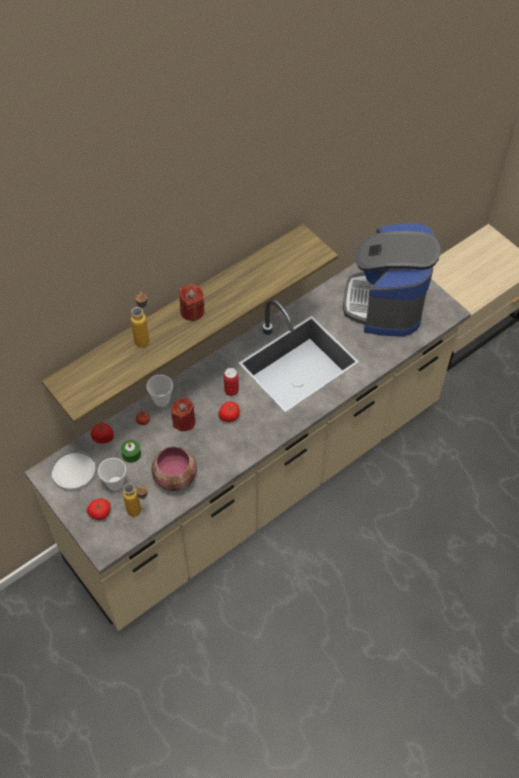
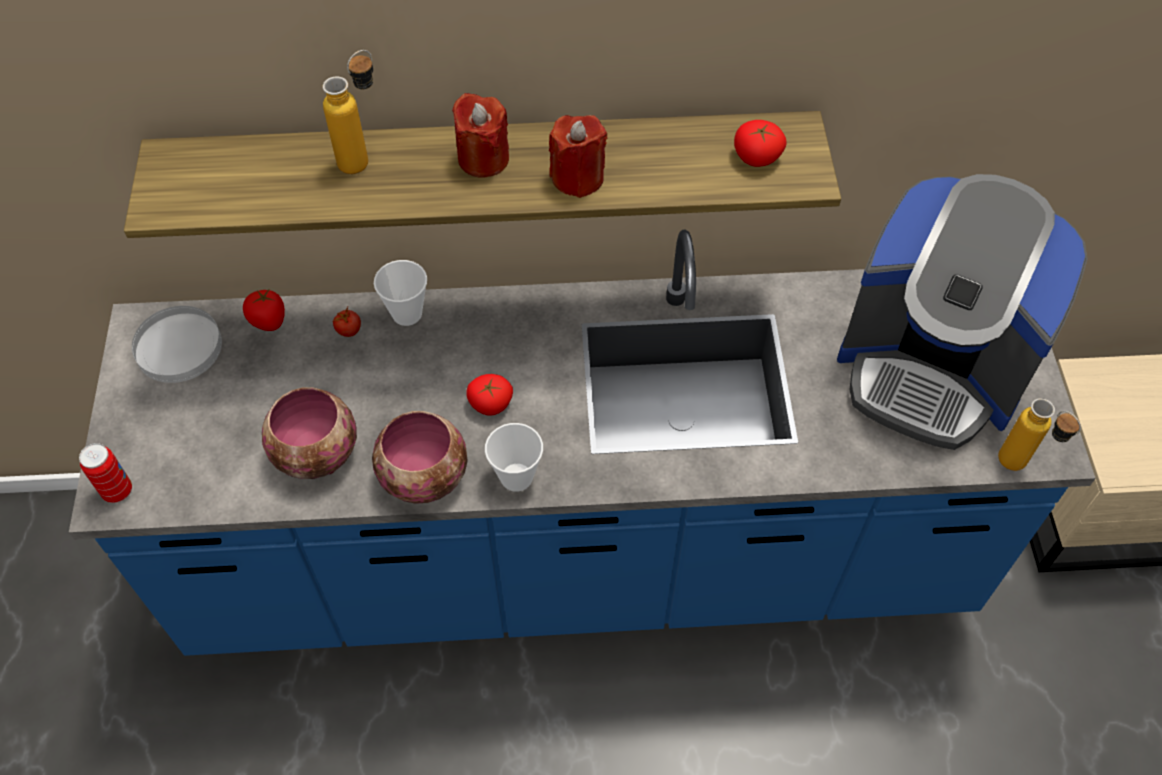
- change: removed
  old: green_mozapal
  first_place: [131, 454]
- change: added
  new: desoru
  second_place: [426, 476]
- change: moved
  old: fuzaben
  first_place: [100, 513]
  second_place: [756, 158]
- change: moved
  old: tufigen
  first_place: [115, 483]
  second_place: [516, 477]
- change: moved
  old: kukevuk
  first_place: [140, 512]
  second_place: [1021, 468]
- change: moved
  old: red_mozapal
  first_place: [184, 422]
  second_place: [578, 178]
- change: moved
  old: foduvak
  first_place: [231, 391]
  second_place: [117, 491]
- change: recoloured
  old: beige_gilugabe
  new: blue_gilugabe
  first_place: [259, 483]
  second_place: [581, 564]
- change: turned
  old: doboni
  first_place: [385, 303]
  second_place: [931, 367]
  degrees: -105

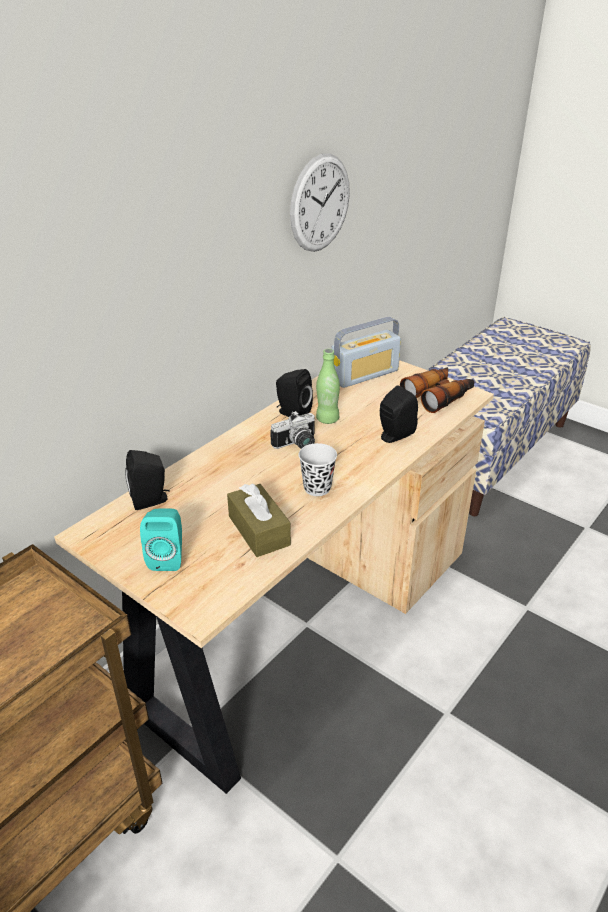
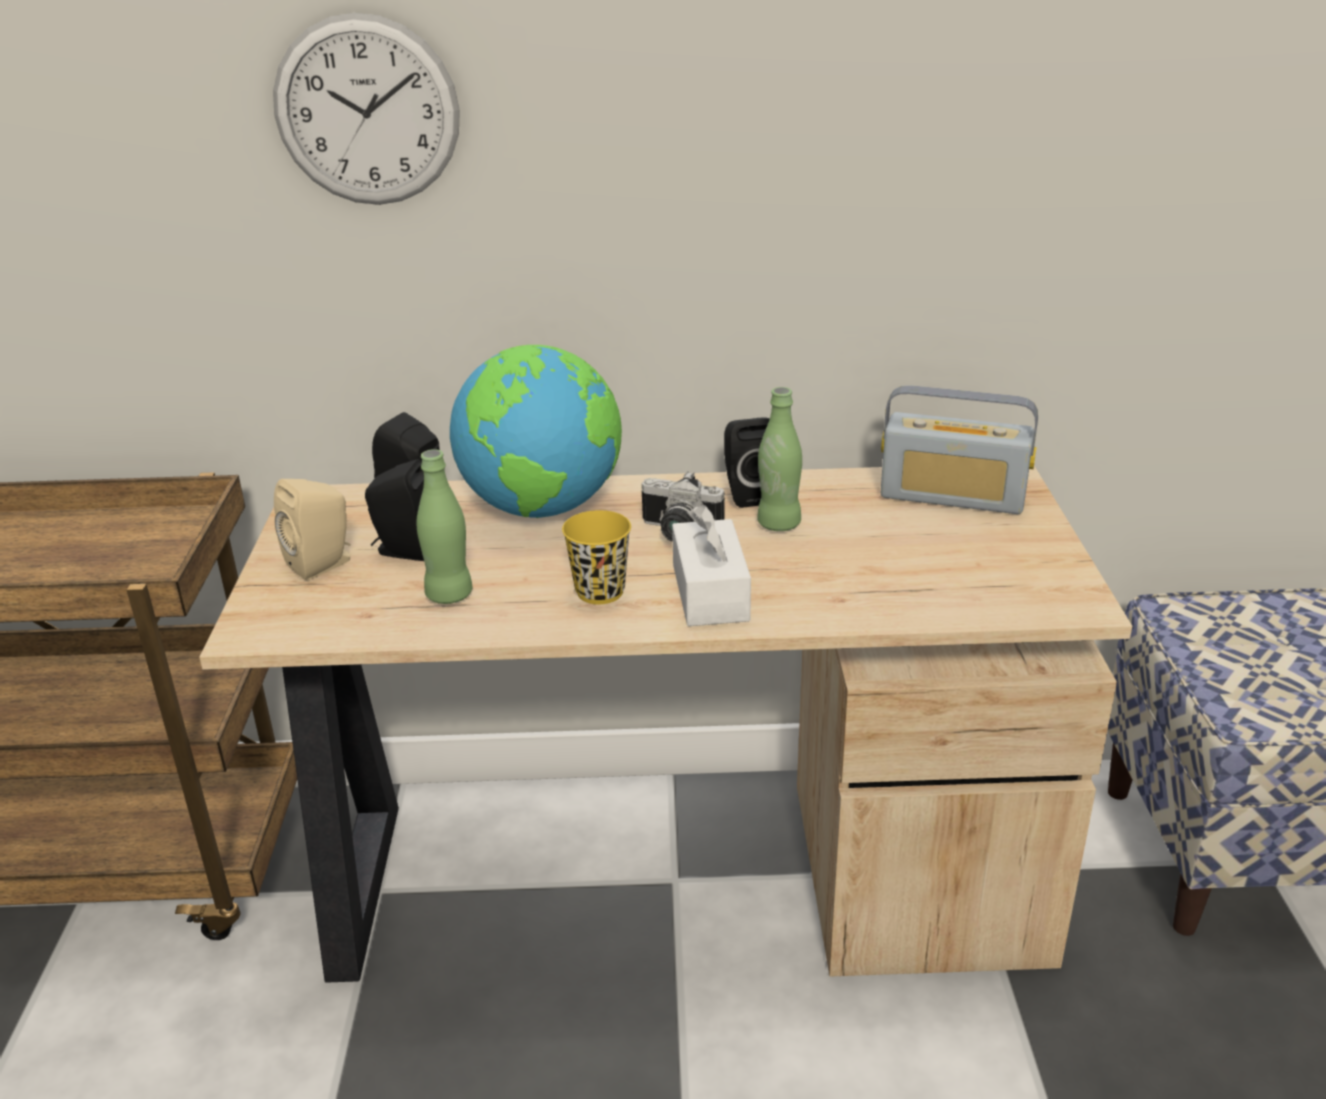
- change: removed
  old: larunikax
  first_place: [438, 396]
- change: added
  new: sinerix
  second_place: [543, 508]
- change: added
  new: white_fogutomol
  second_place: [710, 592]
- change: moved
  old: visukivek
  first_place: [320, 203]
  second_place: [367, 111]
- change: moved
  old: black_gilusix
  first_place: [393, 436]
  second_place: [405, 550]
- change: replaced
  old: brown_fogutomol
  new: green_kukevuk
  first_place: [259, 530]
  second_place: [449, 595]
- change: recoloured
  old: turquoise_gilusix
  new: beige_gilusix
  first_place: [167, 557]
  second_place: [324, 563]
- change: recoloured
  old: black_tufigen
  new: yellow_tufigen
  first_place: [317, 488]
  second_place: [600, 592]

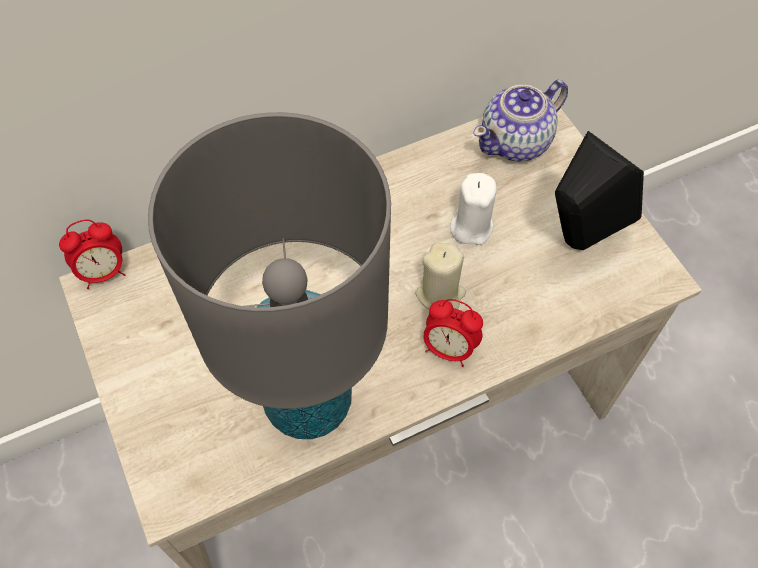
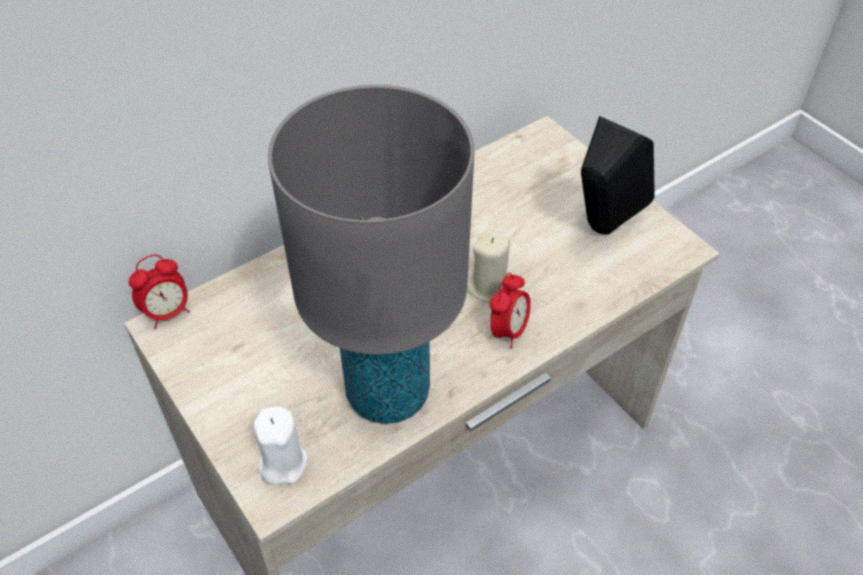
- change: removed
  old: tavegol
  first_place: [516, 142]
- change: moved
  old: white_mozapal
  first_place: [471, 227]
  second_place: [282, 463]
- change: turned
  old: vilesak
  first_place: [449, 349]
  second_place: [508, 331]
  degrees: -75

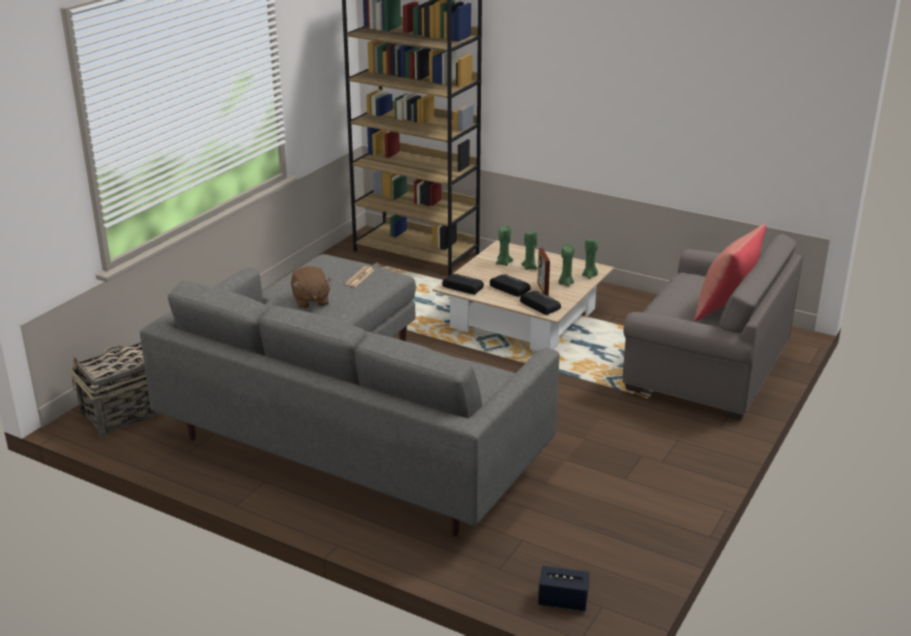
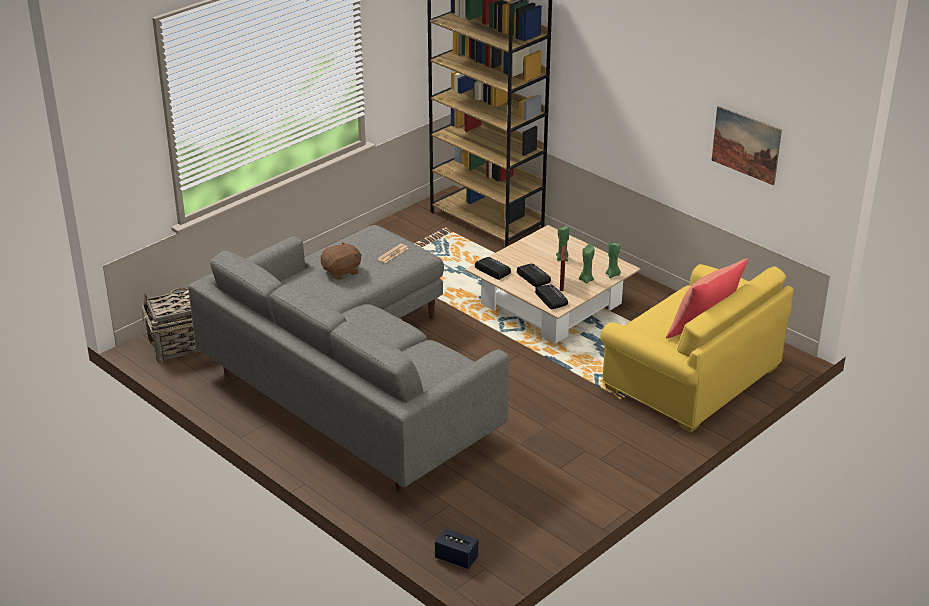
- change: removed
  old: green_mozapal
  first_place: [503, 263]
- change: added
  new: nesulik
  second_place: [746, 145]
- change: recoloured
  old: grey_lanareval
  new: yellow_lanareval
  first_place: [706, 367]
  second_place: [691, 378]
- change: turned
  old: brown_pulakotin
  first_place: [310, 301]
  second_place: [342, 272]
  degrees: -120

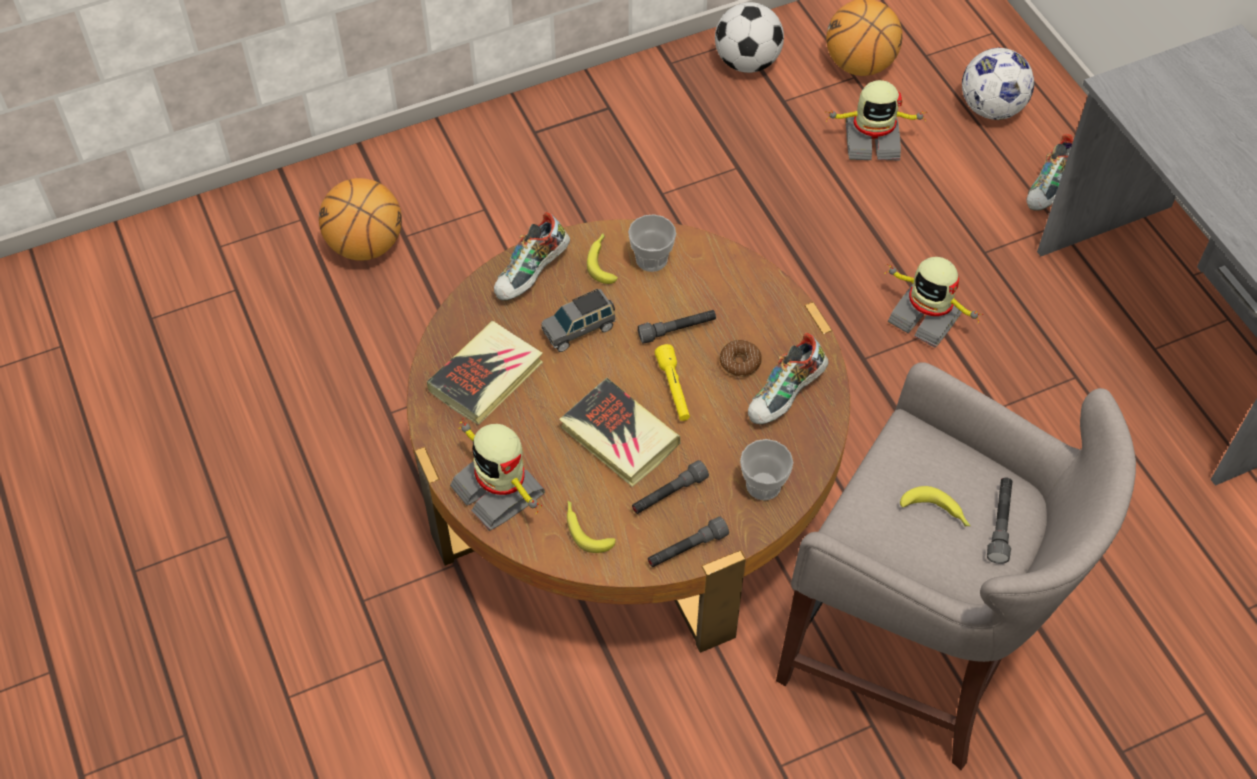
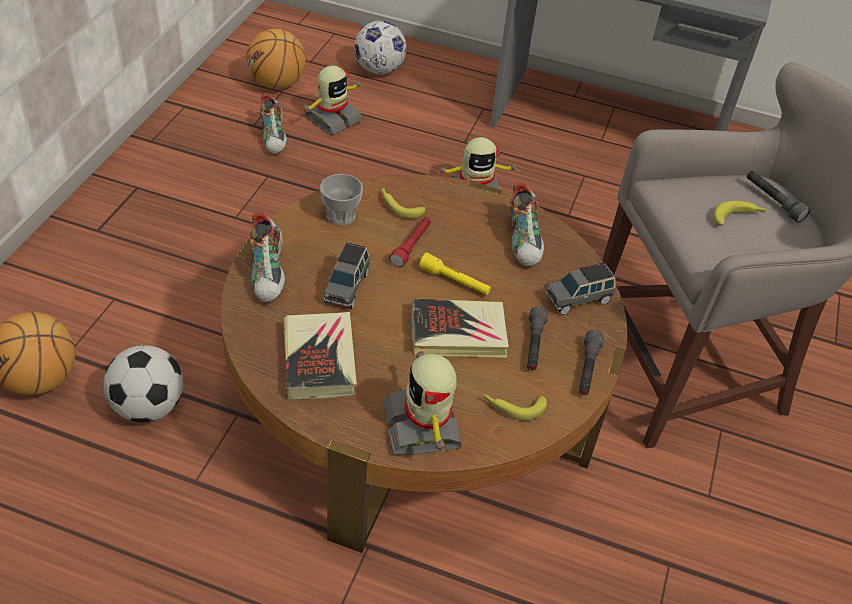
- change: removed
  old: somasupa
  first_place: [740, 362]
- change: moved
  old: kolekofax
  first_place: [602, 261]
  second_place: [399, 206]
- change: moved
  old: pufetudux
  first_place: [747, 62]
  second_place: [148, 407]
- change: moved
  old: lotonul
  first_place: [1051, 188]
  second_place: [274, 138]
- change: replaced
  old: tufigen
  new: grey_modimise
  first_place: [763, 485]
  second_place: [579, 299]
- change: recoloured
  old: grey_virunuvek
  new: red_virunuvek
  first_place: [677, 330]
  second_place: [411, 246]
- change: turned
  old: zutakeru
  first_place: [500, 489]
  second_place: [424, 426]
  degrees: 75

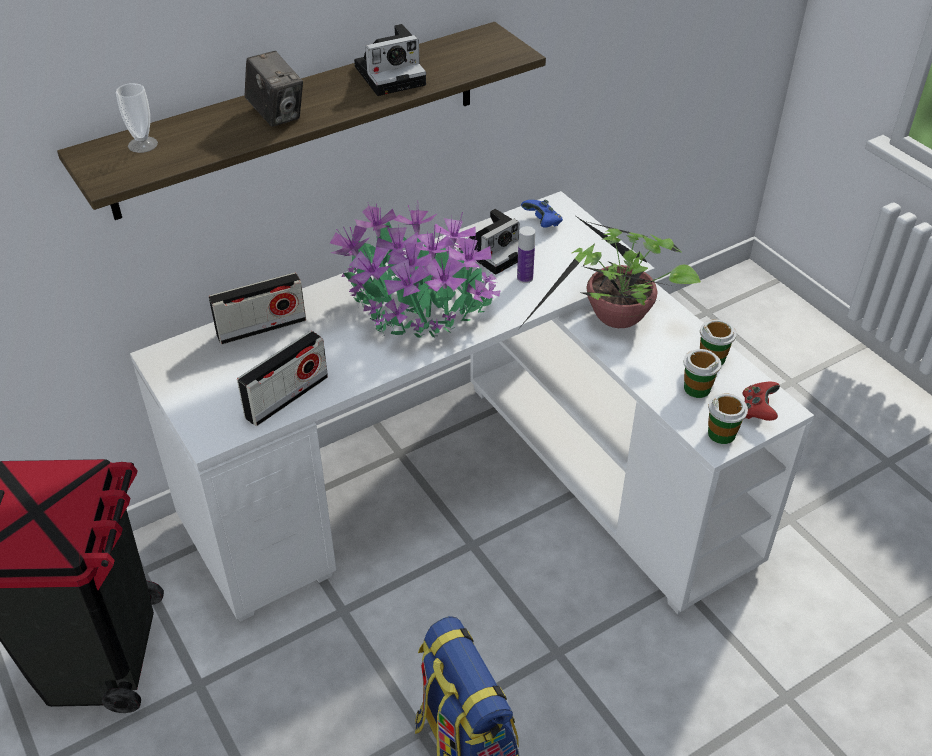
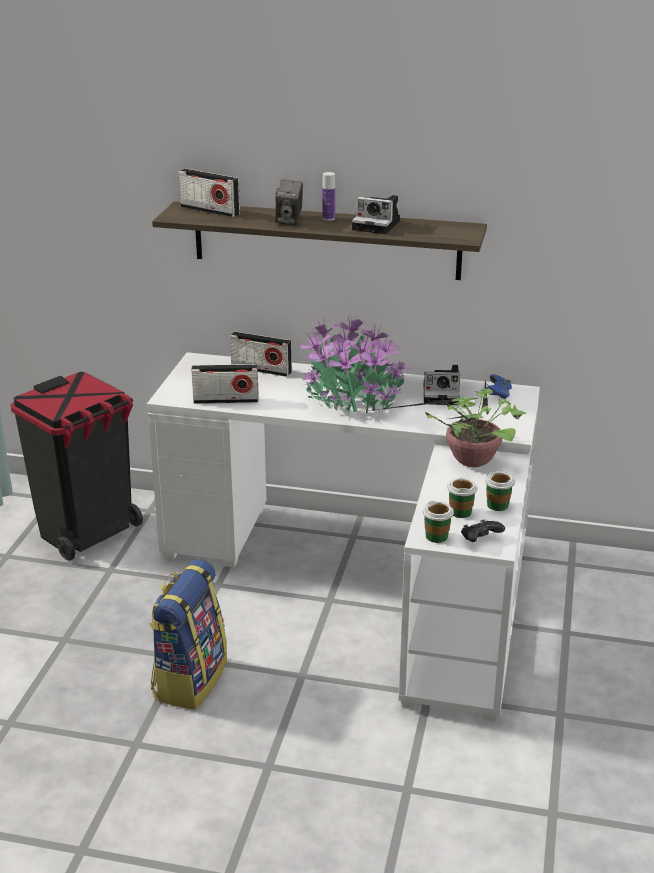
- change: moved
  old: kukevuk
  first_place: [525, 278]
  second_place: [328, 218]
- change: replaced
  old: tufigen
  new: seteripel
  first_place: [143, 144]
  second_place: [210, 210]
- change: recoloured
  old: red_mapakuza
  new: black_mapakuza
  first_place: [757, 410]
  second_place: [480, 539]

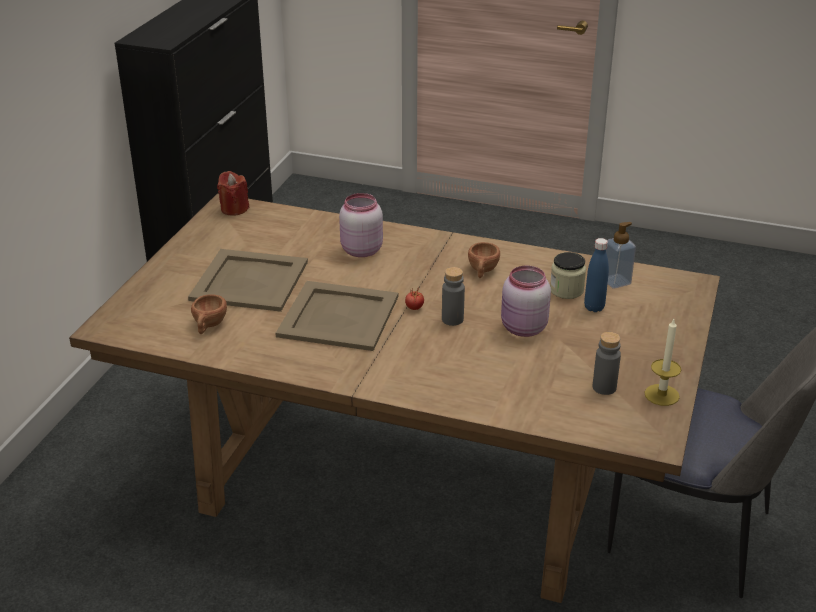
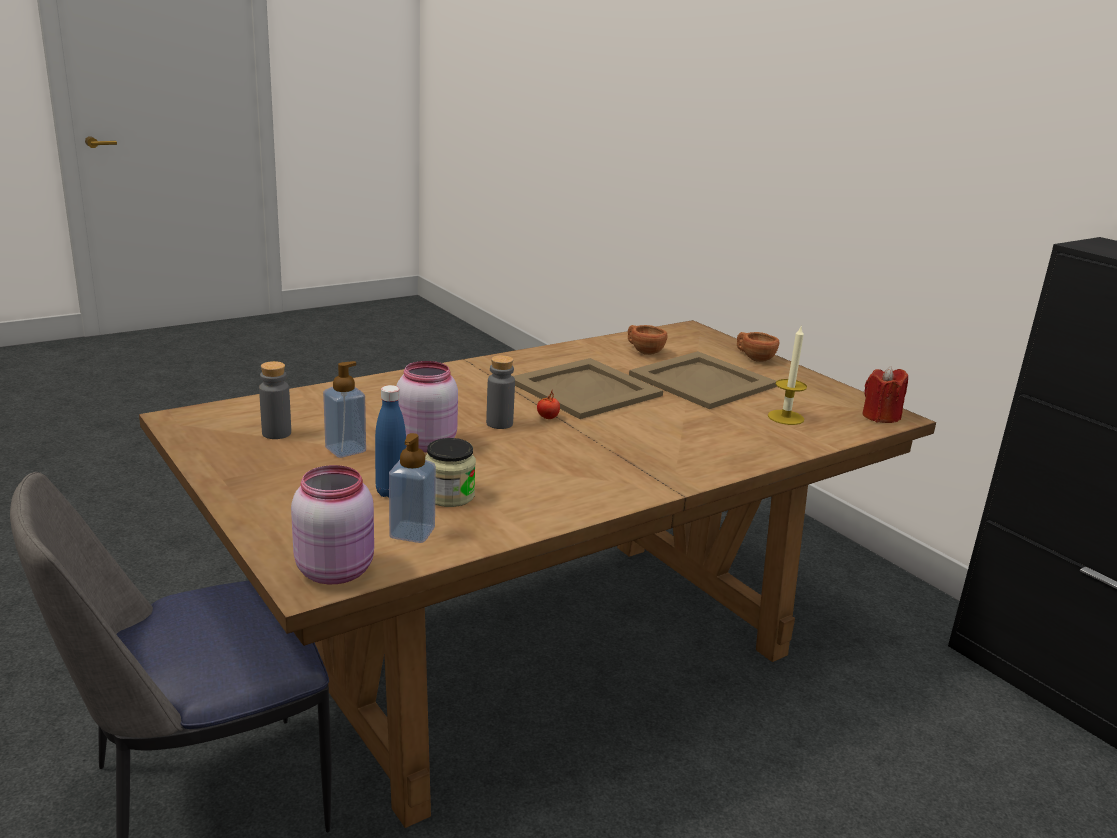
- change: added
  new: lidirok
  second_place: [345, 450]
- change: moved
  old: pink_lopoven
  first_place: [360, 250]
  second_place: [336, 570]
- change: moved
  old: brown_tufigen
  first_place: [482, 271]
  second_place: [754, 358]
- change: moved
  old: mozapal
  first_place: [661, 395]
  second_place: [785, 417]

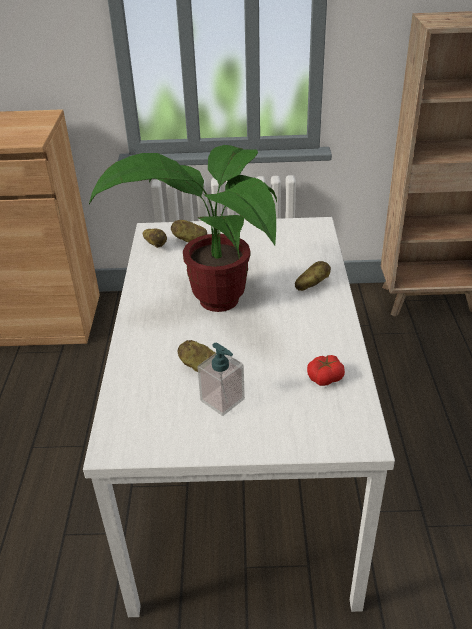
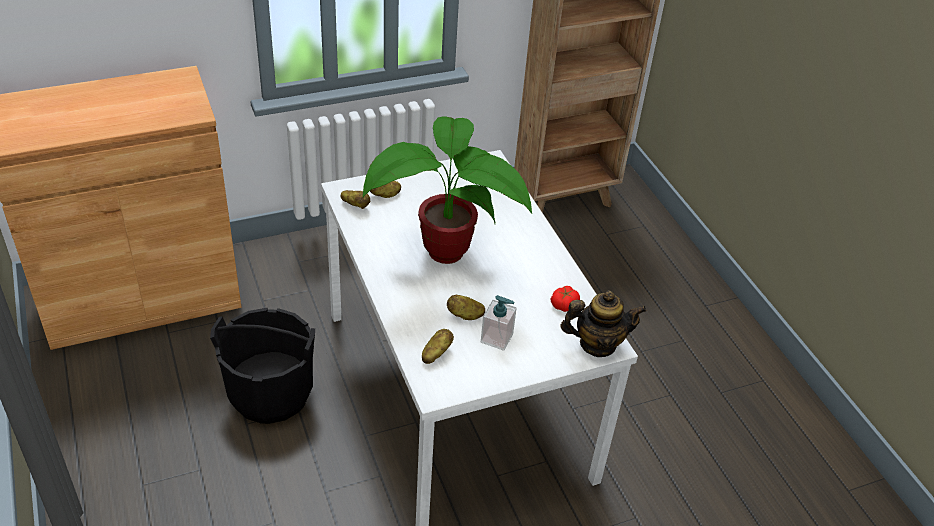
- change: added
  new: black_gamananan
  second_place: [271, 393]
- change: added
  new: tavegol
  second_place: [597, 344]
- change: moved
  old: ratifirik
  first_place: [311, 285]
  second_place: [436, 353]

